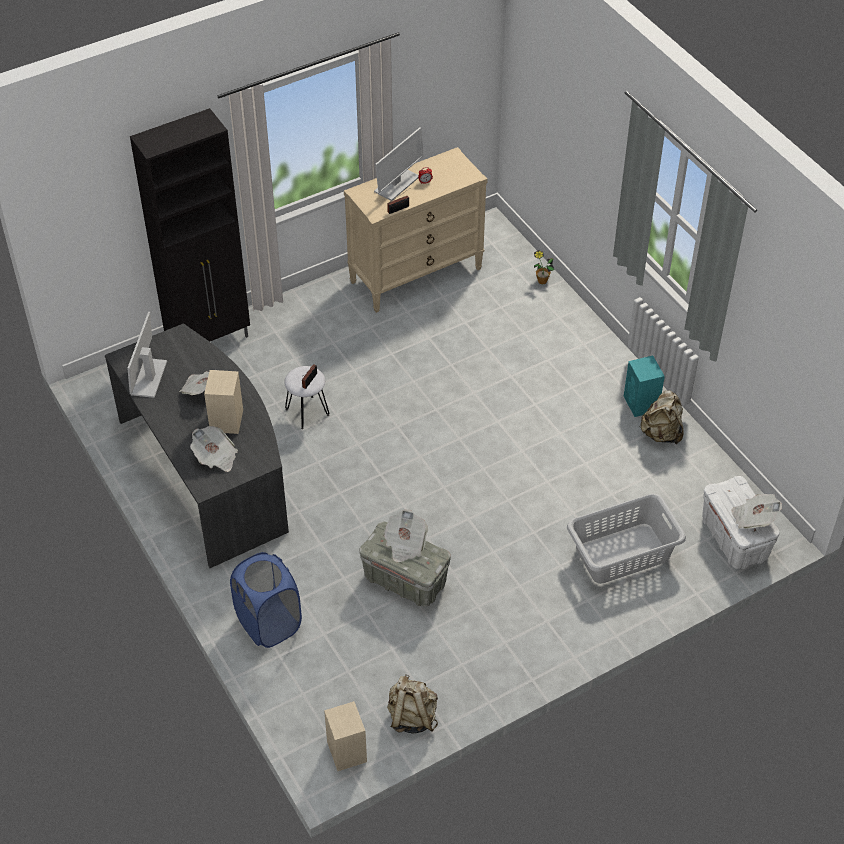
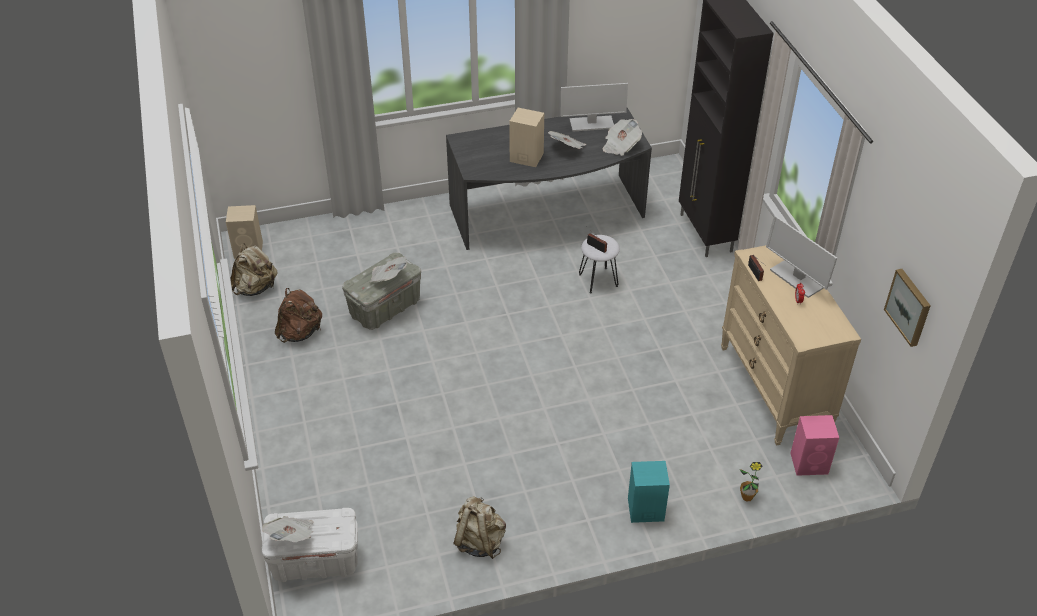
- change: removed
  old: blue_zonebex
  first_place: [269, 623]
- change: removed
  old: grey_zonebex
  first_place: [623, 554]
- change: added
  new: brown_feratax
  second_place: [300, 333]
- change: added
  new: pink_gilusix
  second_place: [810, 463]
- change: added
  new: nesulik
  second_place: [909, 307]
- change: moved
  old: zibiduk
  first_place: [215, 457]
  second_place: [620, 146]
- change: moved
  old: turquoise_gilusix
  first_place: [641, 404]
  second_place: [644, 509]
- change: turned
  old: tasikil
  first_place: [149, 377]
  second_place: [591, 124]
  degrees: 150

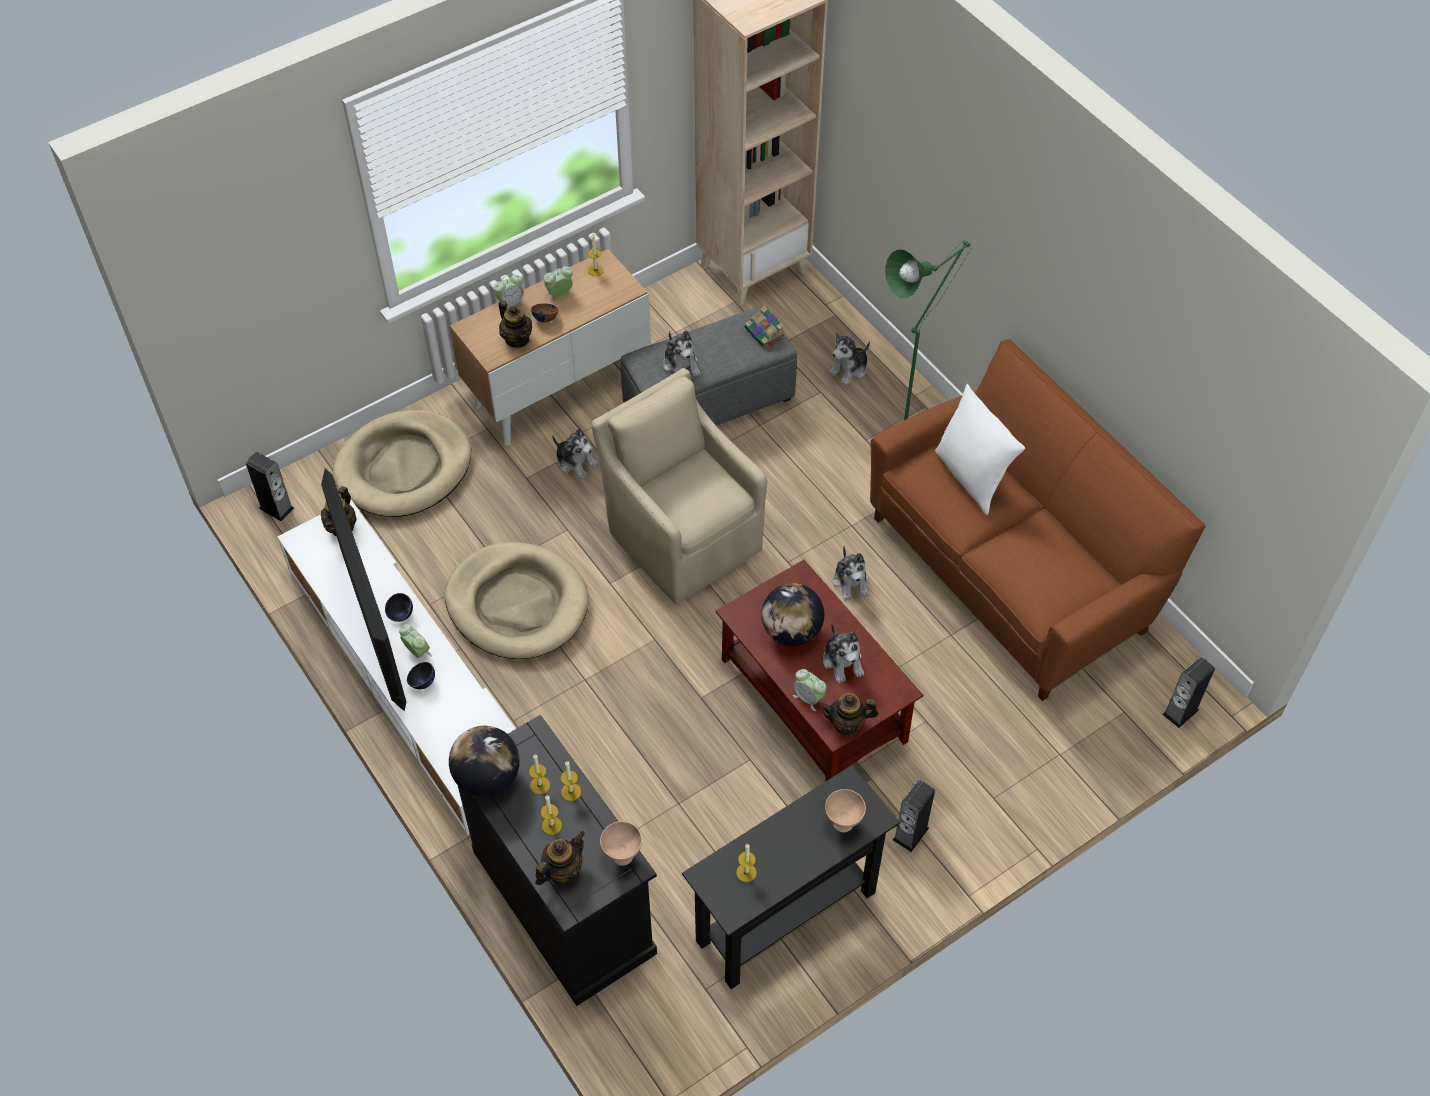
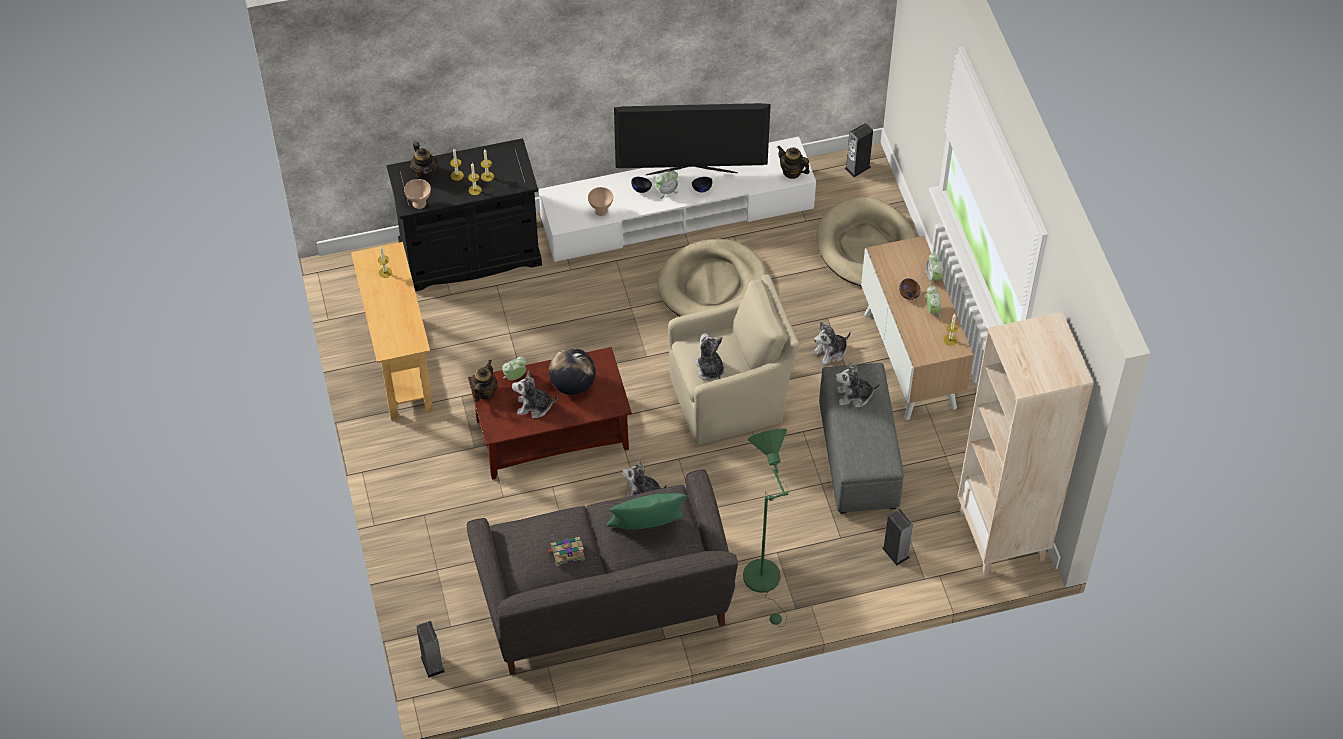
- change: removed
  old: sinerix
  first_place: [487, 777]
- change: removed
  old: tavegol
  first_place: [517, 339]
- change: moved
  old: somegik
  first_place: [765, 333]
  second_place: [566, 553]
- change: moved
  old: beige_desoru
  first_place: [842, 823]
  second_place: [600, 210]
- change: moved
  old: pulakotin
  first_place: [849, 369]
  second_place: [709, 369]
- change: moved
  old: gilusix
  first_place: [910, 834]
  second_place: [895, 552]
- change: recoloured
  old: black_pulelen
  new: beige_pulelen
  first_place: [786, 916]
  second_place: [400, 366]
- change: recoloured
  old: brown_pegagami
  new: grey_pegagami
  first_place: [1012, 572]
  second_place: [605, 604]
- change: recoloured
  old: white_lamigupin
  new: green_lamigupin
  first_place: [971, 477]
  second_place: [646, 530]

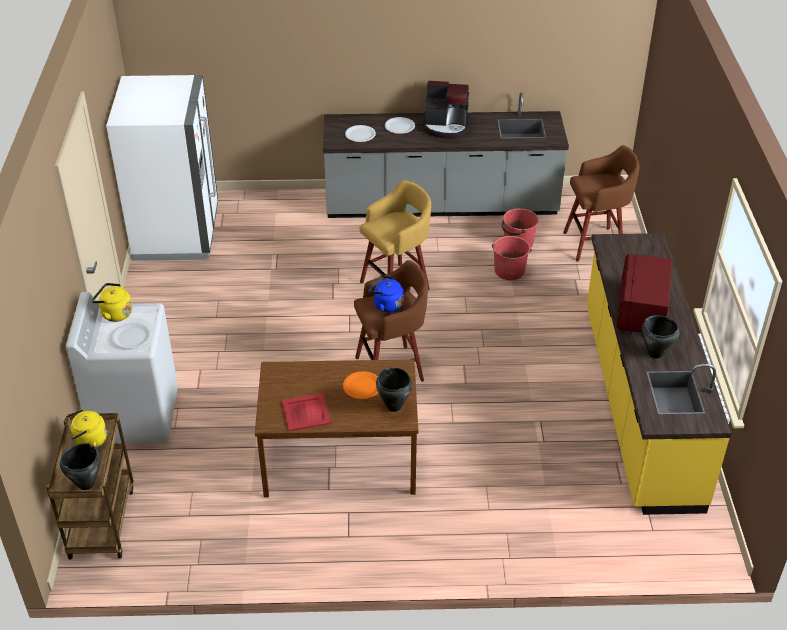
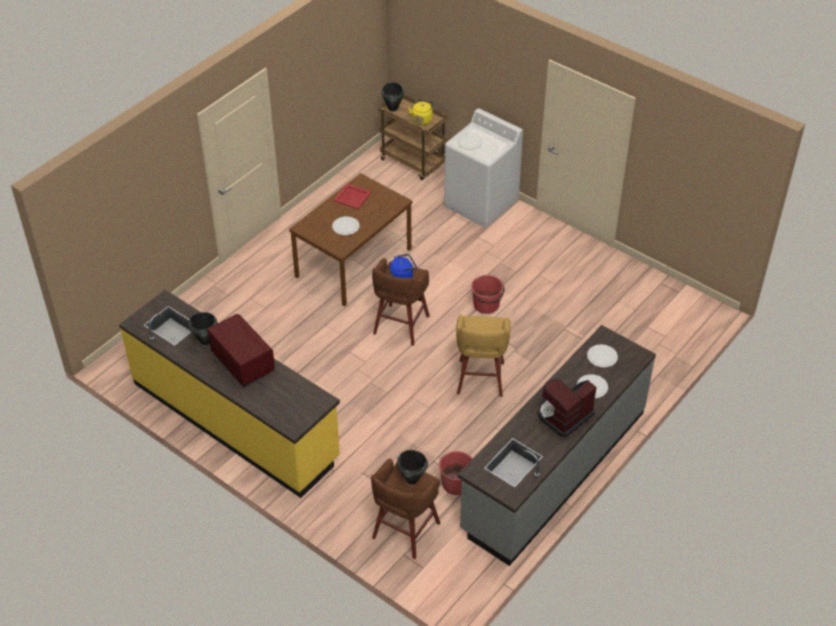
- change: removed
  old: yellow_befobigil
  first_place: [115, 314]
- change: removed
  old: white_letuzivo
  first_place: [177, 233]
- change: moved
  old: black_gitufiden
  first_place: [394, 406]
  second_place: [412, 479]
- change: moved
  old: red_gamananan
  first_place: [509, 271]
  second_place: [486, 305]
- change: recoloured
  old: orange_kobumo
  new: white_kobumo
  first_place: [362, 386]
  second_place: [345, 226]

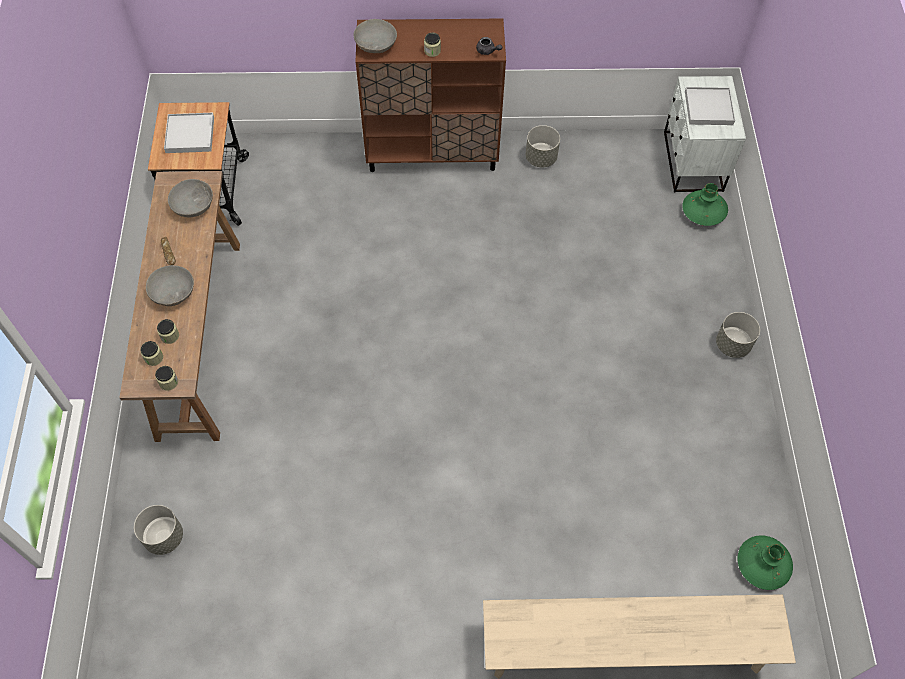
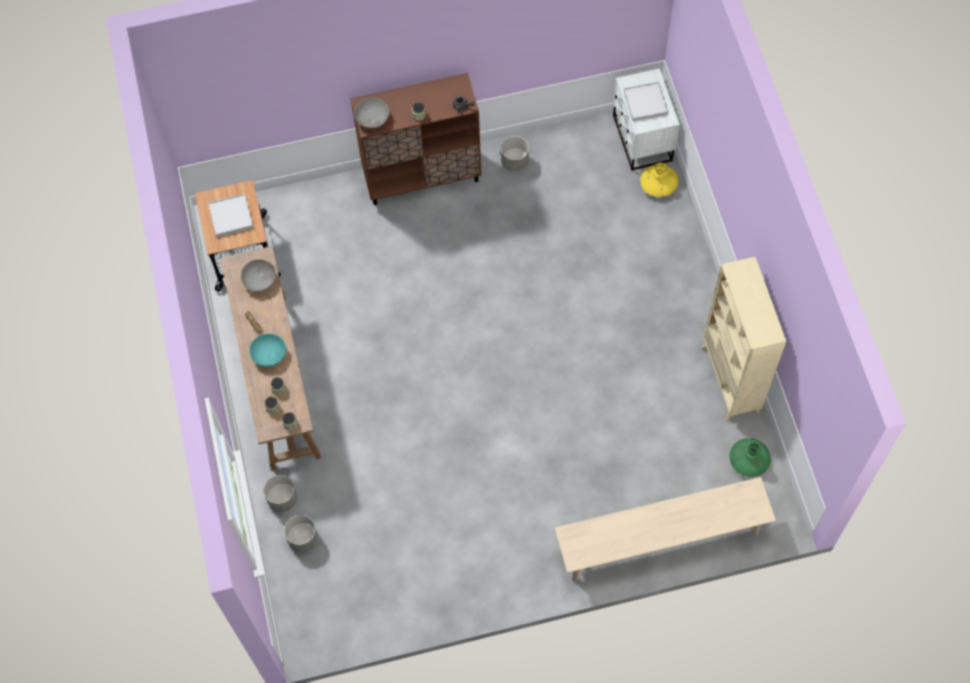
- change: added
  new: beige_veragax
  second_place: [729, 380]
- change: moved
  old: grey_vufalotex
  first_place: [732, 345]
  second_place: [282, 499]
- change: recoloured
  old: grey_desoru
  new: turquoise_desoru
  first_place: [173, 292]
  second_place: [269, 354]
- change: recoloured
  old: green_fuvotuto
  new: yellow_fuvotuto
  first_place: [703, 213]
  second_place: [658, 184]

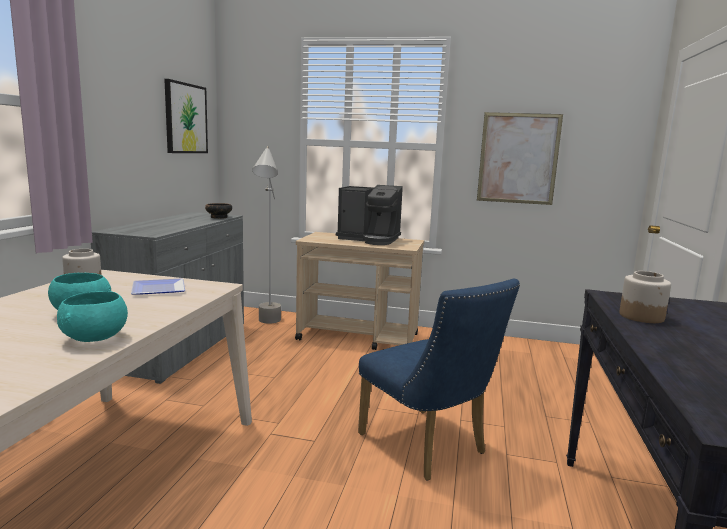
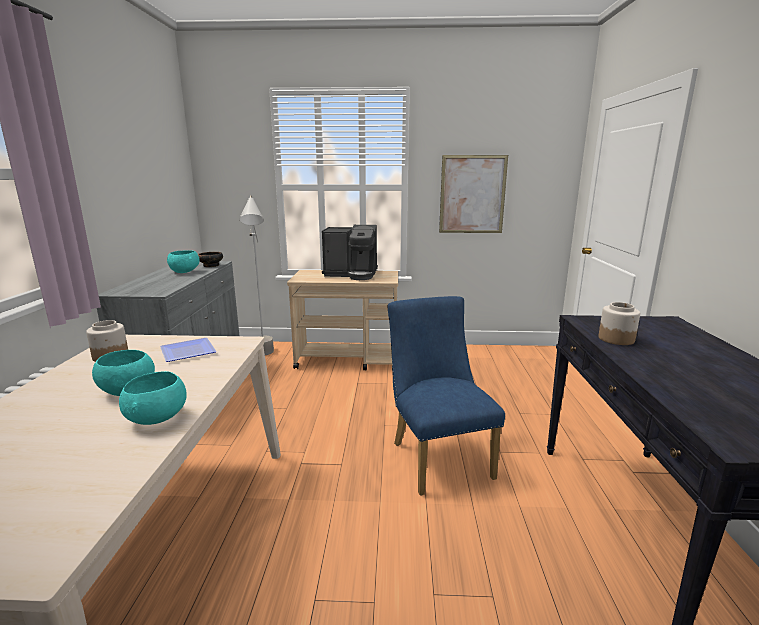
- change: removed
  old: nesulik
  first_place: [185, 118]
- change: added
  new: turquoise_desoru
  second_place: [185, 272]
- change: turned
  old: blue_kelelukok
  first_place: [428, 448]
  second_place: [437, 456]
  degrees: -150

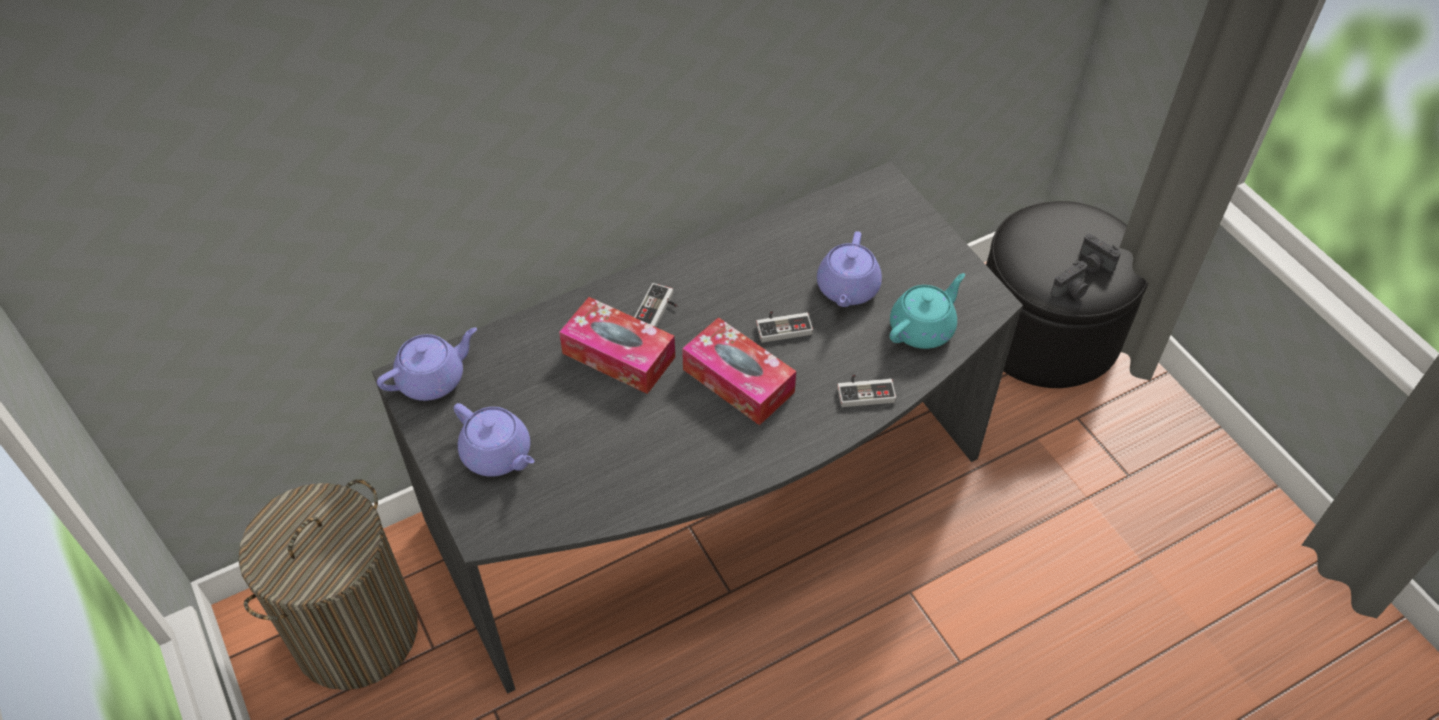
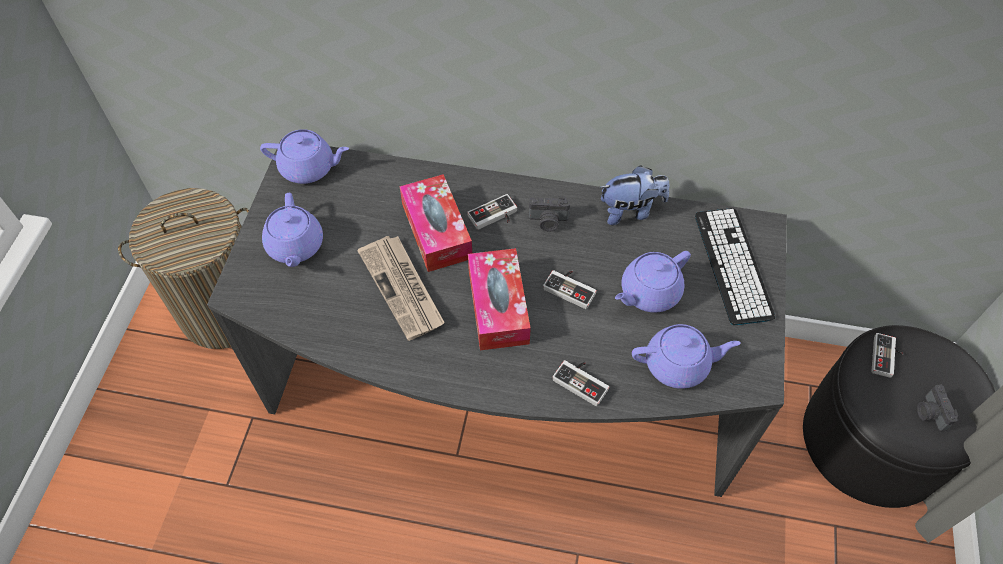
- change: added
  new: zibiduk
  second_place: [403, 288]
- change: added
  new: pulakotin
  second_place: [630, 211]
- change: added
  new: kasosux
  second_place: [732, 265]
- change: added
  new: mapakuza
  second_place: [887, 358]
- change: moved
  old: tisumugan
  first_place: [1070, 291]
  second_place: [548, 221]
- change: recoloured
  old: turquoise_tavegol
  new: purple_tavegol
  first_place: [923, 328]
  second_place: [678, 364]

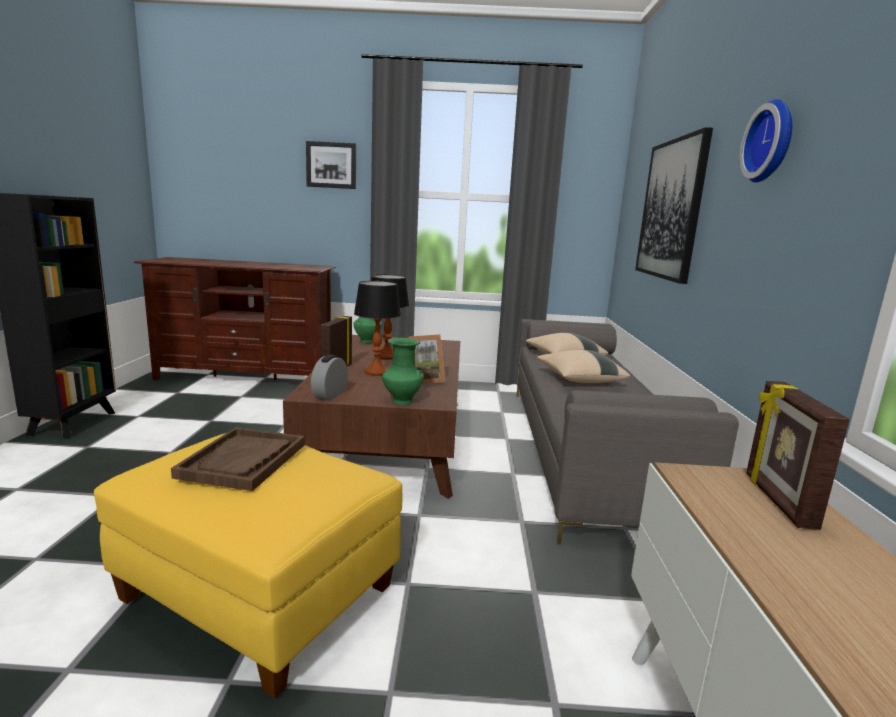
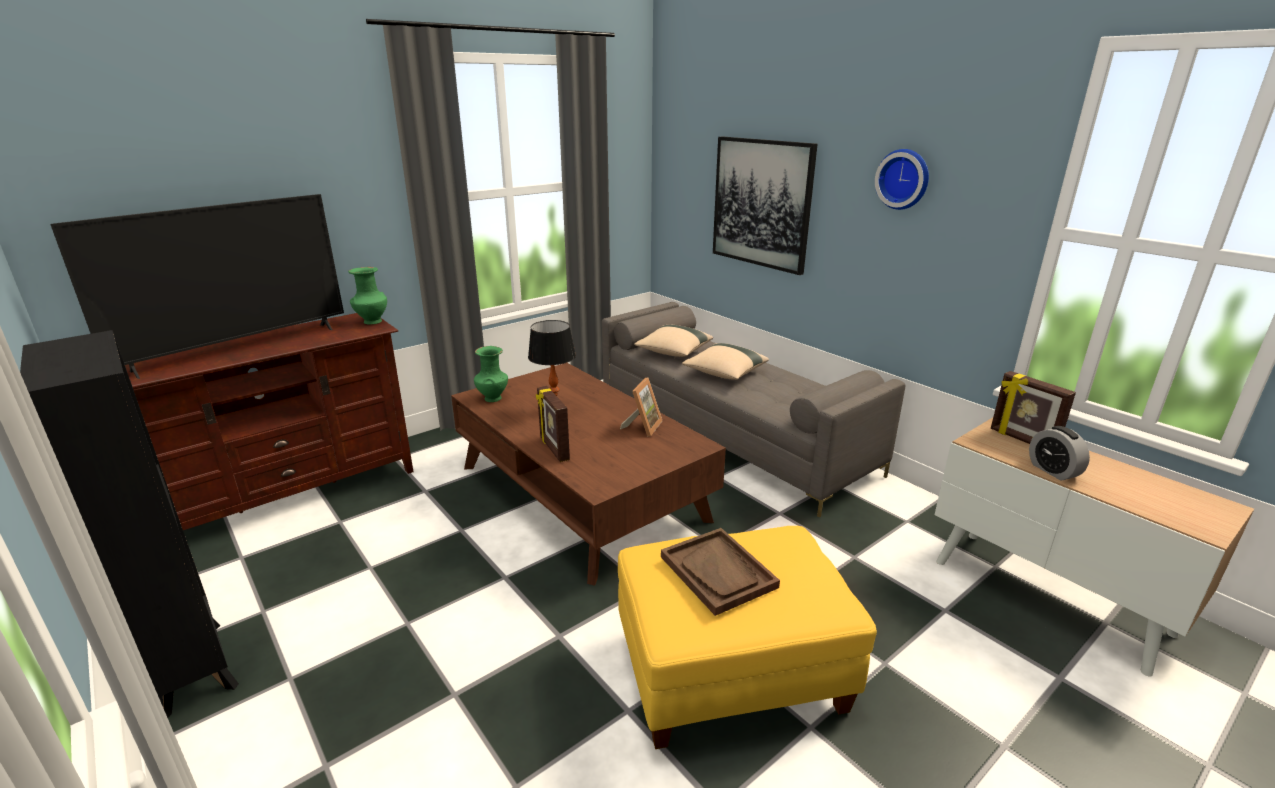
- change: removed
  old: nesulik
  first_place: [331, 165]
- change: removed
  old: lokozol
  first_place: [377, 372]
- change: added
  new: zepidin
  second_place: [239, 349]
- change: moved
  old: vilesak
  first_place: [330, 395]
  second_place: [1053, 471]
- change: moved
  old: green_fuvotuto
  first_place: [401, 401]
  second_place: [372, 322]

